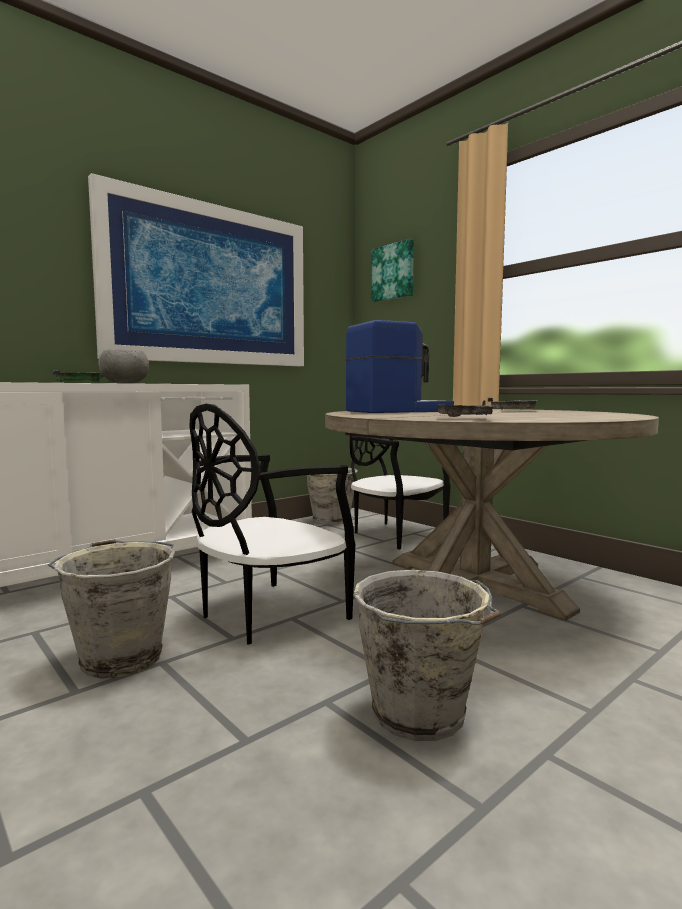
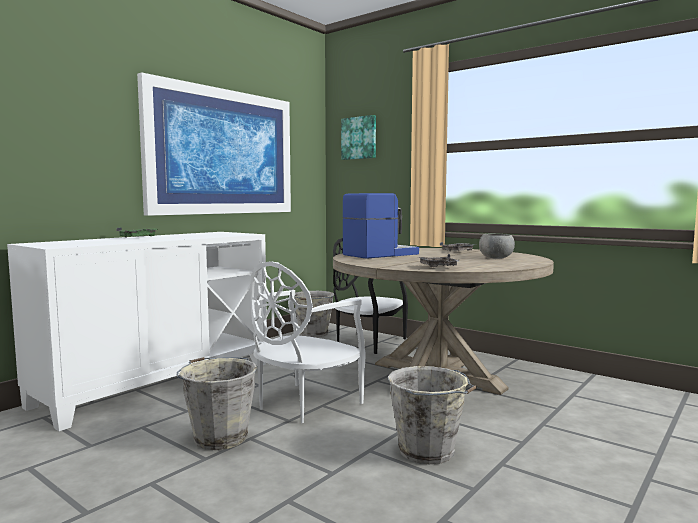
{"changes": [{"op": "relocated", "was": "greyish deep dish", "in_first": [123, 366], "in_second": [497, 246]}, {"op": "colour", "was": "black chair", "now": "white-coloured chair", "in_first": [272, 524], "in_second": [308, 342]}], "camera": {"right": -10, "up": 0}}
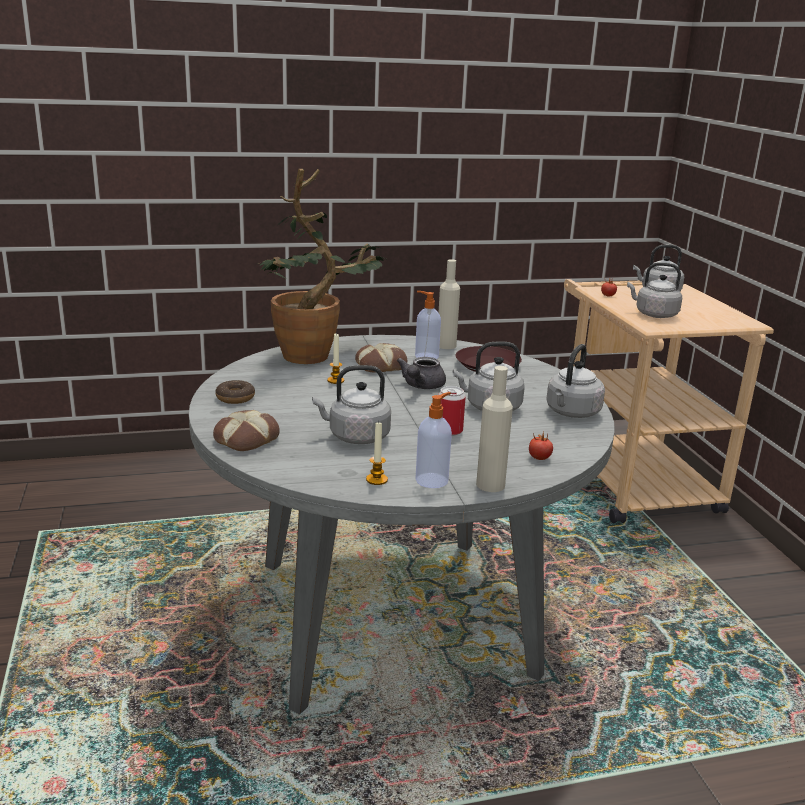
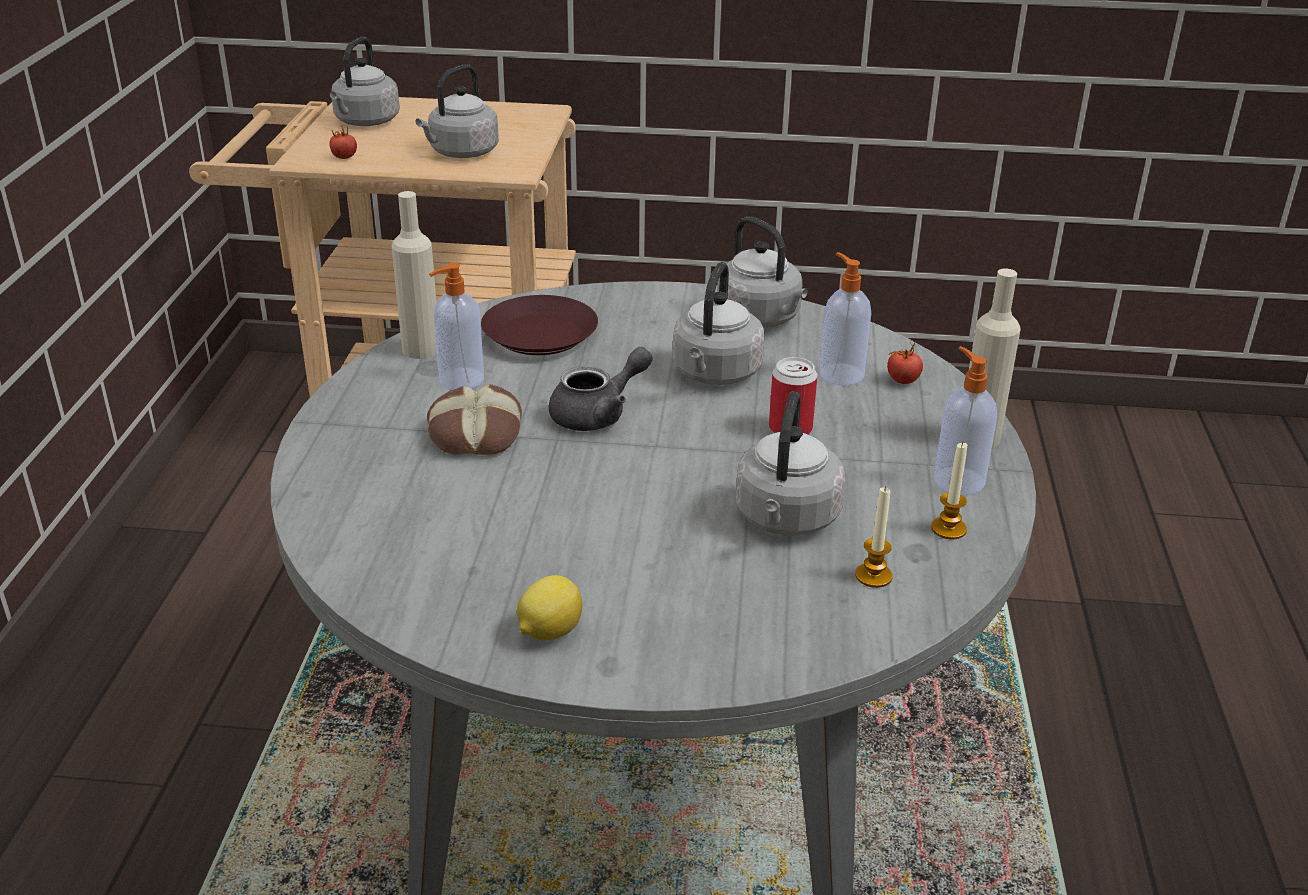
{"changes": [{"op": "missing", "was": "baked bread", "in_first": [246, 430]}, {"op": "missing", "was": "houseplant", "in_first": [323, 266]}, {"op": "appeared", "now": "soap bottle", "in_second": [845, 318]}, {"op": "relocated", "was": "wax candle", "in_first": [335, 358], "in_second": [874, 537]}, {"op": "exchanged", "was": "donut", "now": "whole lemon", "in_first": [235, 392], "in_second": [549, 608]}, {"op": "spun", "was": "greyish pot for tea", "in_first": [421, 373], "in_second": [601, 389], "clockwise": -75}], "camera": {"right": -70, "up": 10}}
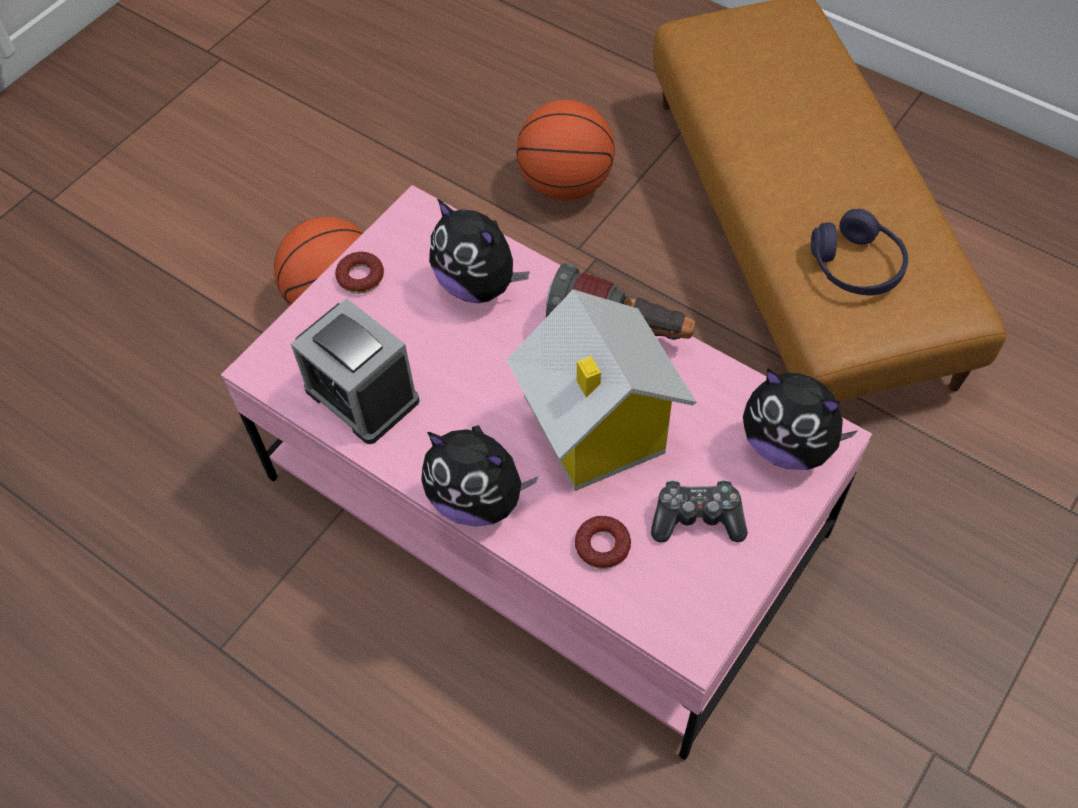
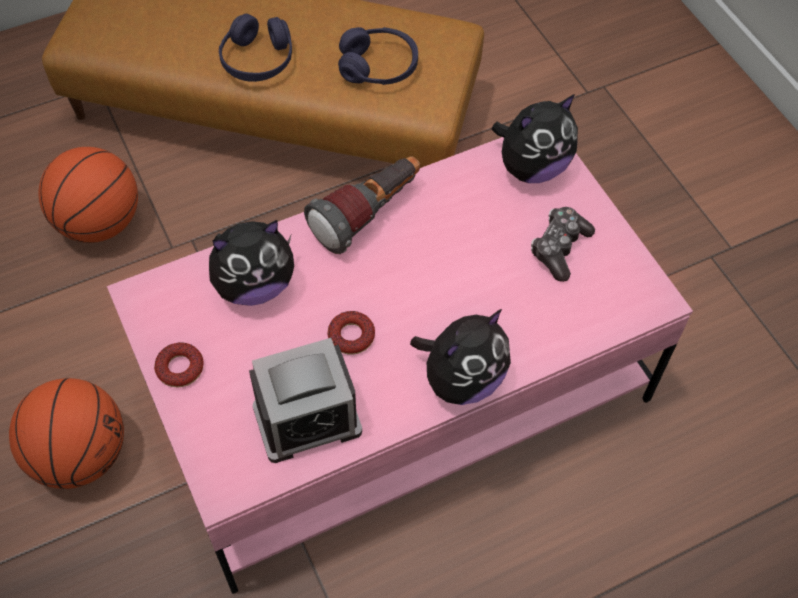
{"changes": [{"op": "missing", "was": "toy house", "in_first": [601, 390]}, {"op": "appeared", "now": "purple-coloured headset", "in_second": [255, 48]}, {"op": "relocated", "was": "donut", "in_first": [603, 542], "in_second": [351, 333]}], "camera": {"right": -65, "up": 0}}
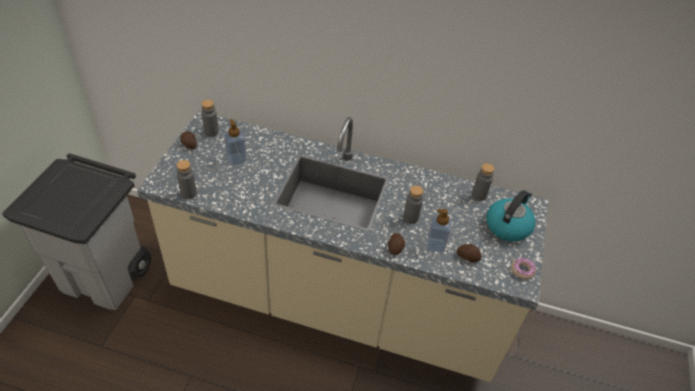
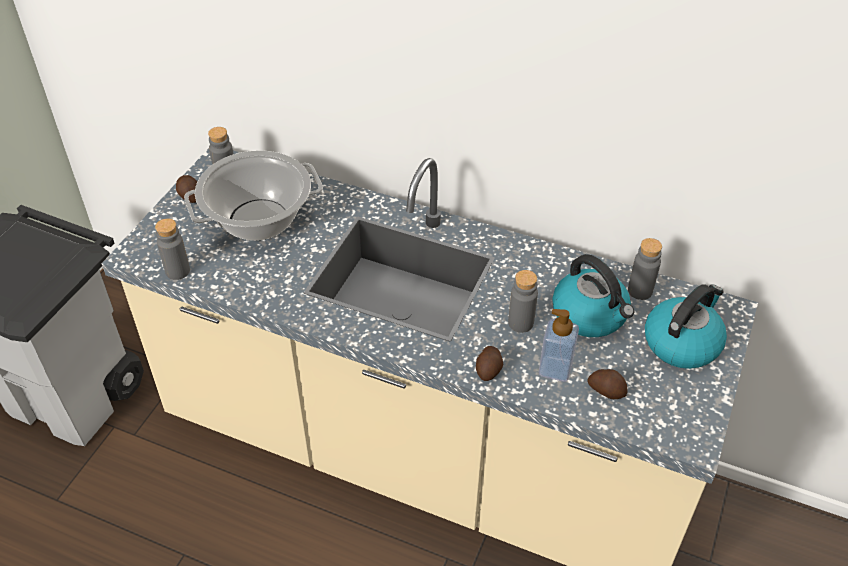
{"changes": [{"op": "missing", "was": "donut", "in_first": [523, 268]}, {"op": "appeared", "now": "water kettle", "in_second": [593, 295]}, {"op": "exchanged", "was": "soap bottle", "now": "saucepot", "in_first": [235, 142], "in_second": [253, 195]}], "camera": {"right": 10, "up": 0}}
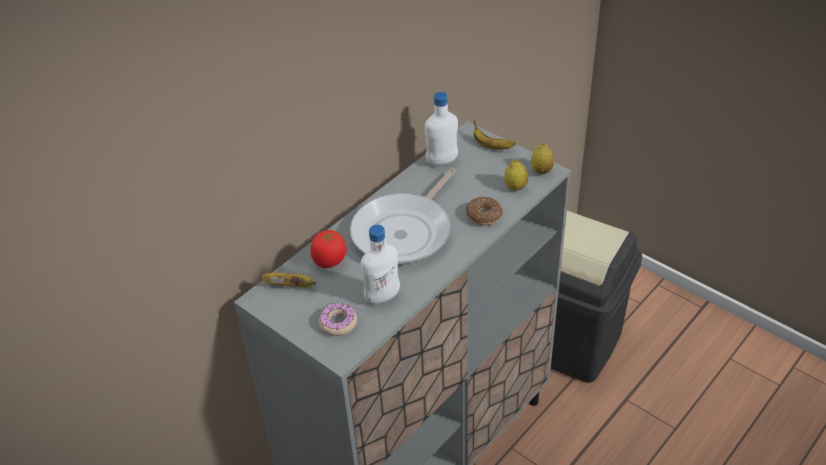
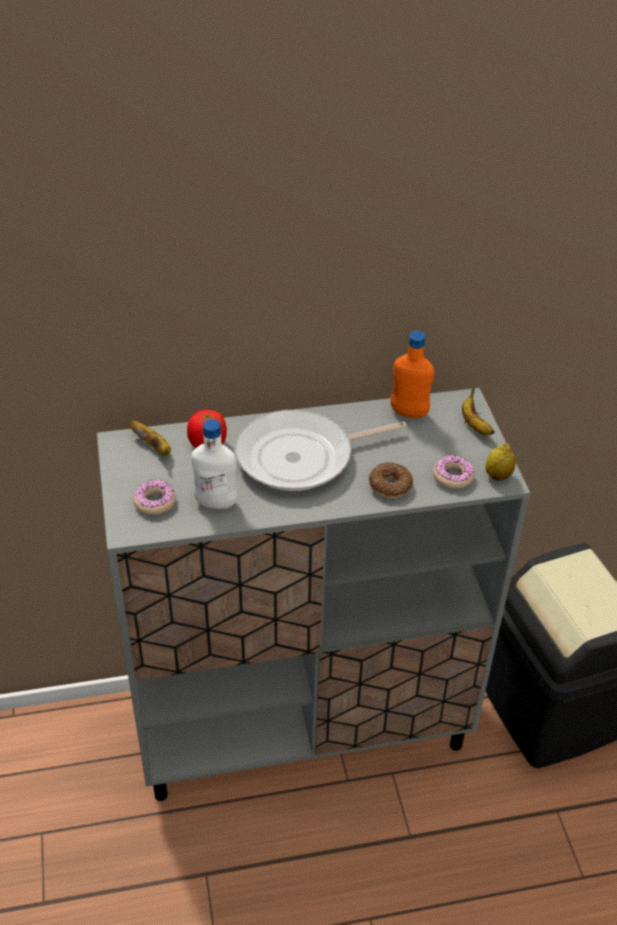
{"changes": [{"op": "exchanged", "was": "whole lemon", "now": "donut", "in_first": [516, 175], "in_second": [453, 472]}, {"op": "colour", "was": "white-coloured drink bottle", "now": "orange-coloured drink bottle", "in_first": [441, 129], "in_second": [412, 374]}], "camera": {"right": 35, "up": 0}}
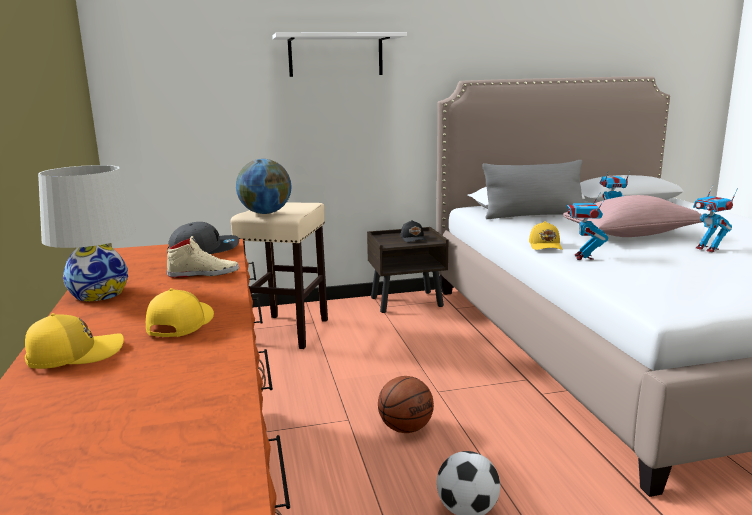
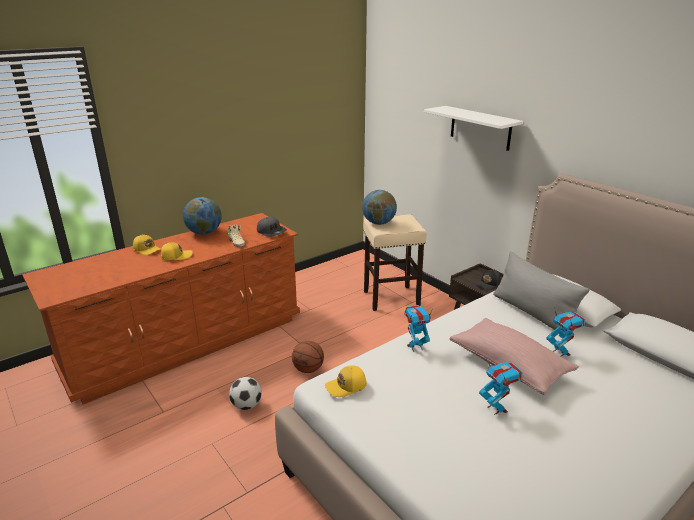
{"changes": [{"op": "relocated", "was": "yellow-coloured baseball cap", "in_first": [545, 235], "in_second": [346, 381]}, {"op": "exchanged", "was": "white-coloured lamp for a table", "now": "world globe", "in_first": [87, 233], "in_second": [202, 216]}, {"op": "spun", "was": "model robot", "in_first": [715, 218], "in_second": [501, 386], "clockwise": 120}], "camera": {"right": 65, "up": 10}}
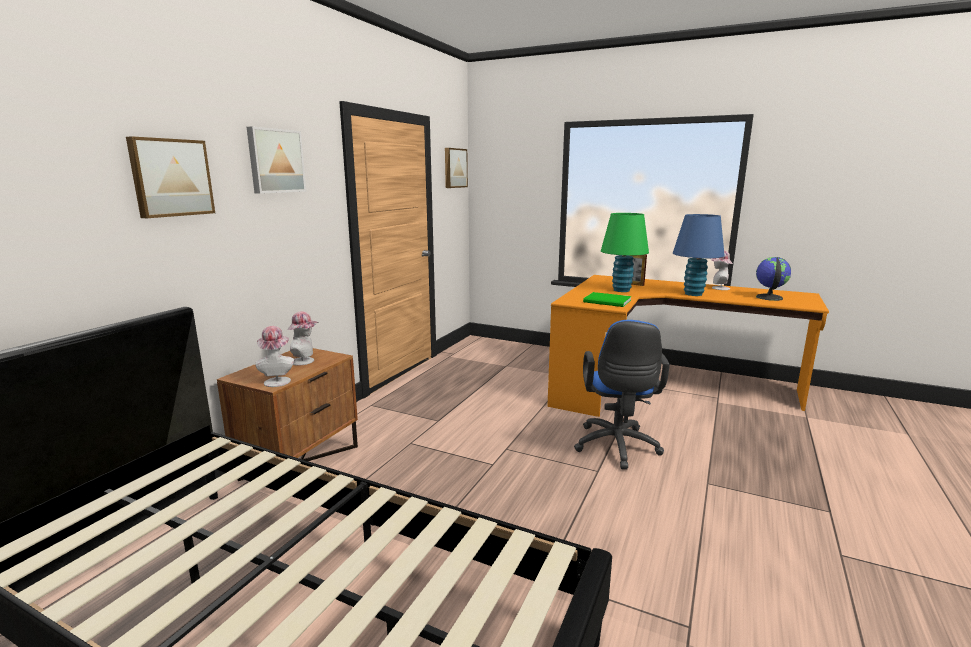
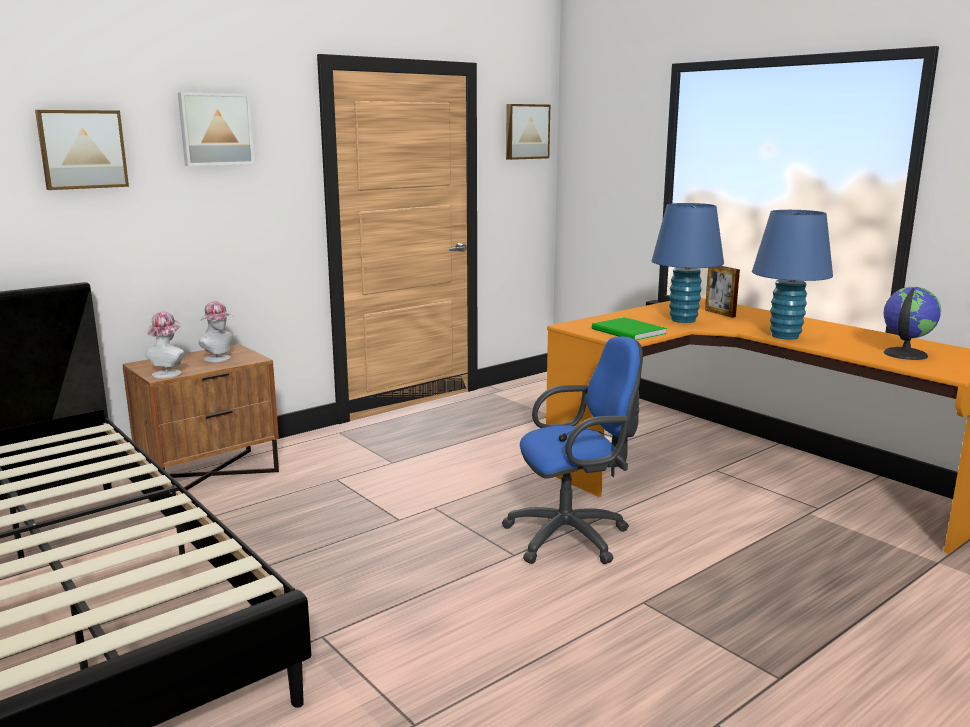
{"changes": [{"op": "missing", "was": "hat", "in_first": [721, 270]}, {"op": "colour", "was": "green-coloured lamp for a table", "now": "blue-coloured lamp for a table", "in_first": [625, 252], "in_second": [688, 263]}, {"op": "spun", "was": "blue-coloured desk chair", "in_first": [622, 395], "in_second": [572, 450], "clockwise": -135}], "camera": {"right": 25, "up": 0}}
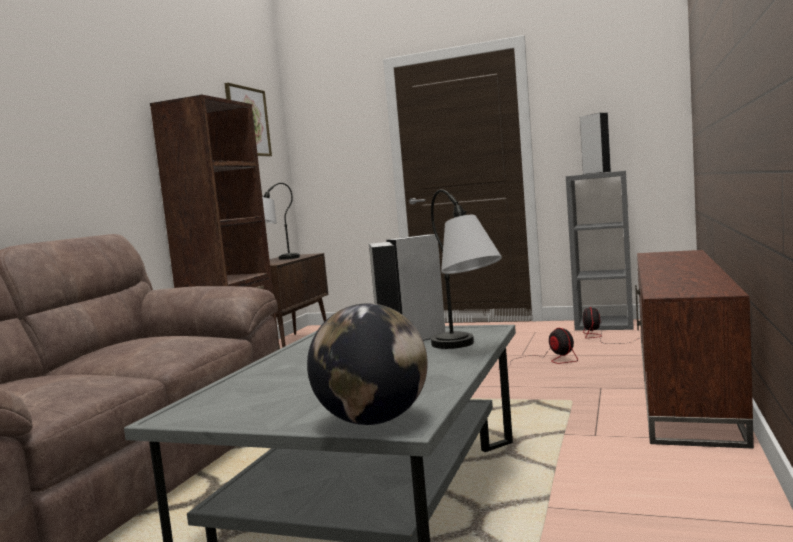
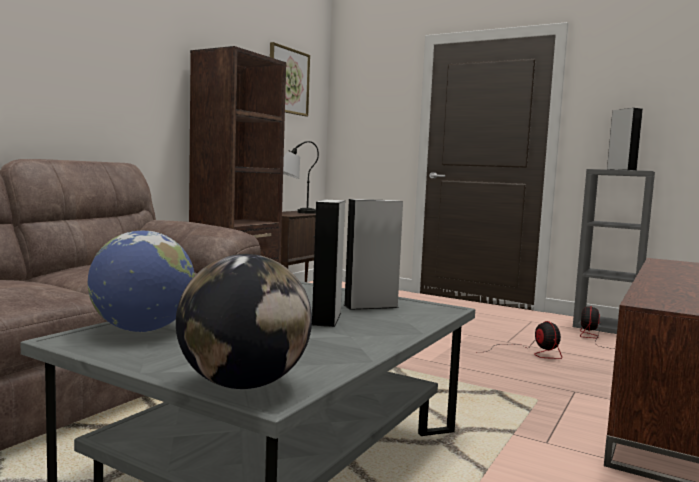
{"changes": [{"op": "missing", "was": "lamp for a table", "in_first": [466, 269]}, {"op": "appeared", "now": "world globe", "in_second": [141, 281]}], "camera": {"right": 10, "up": 0}}
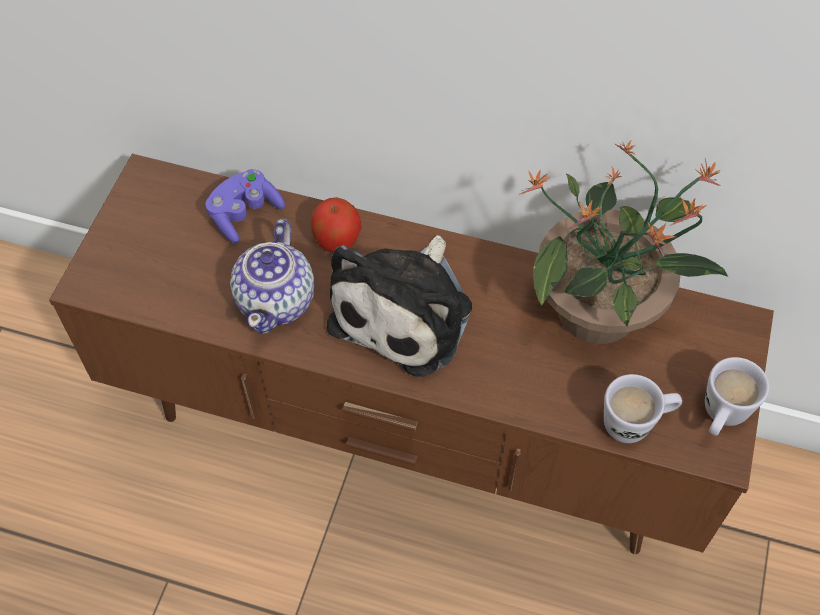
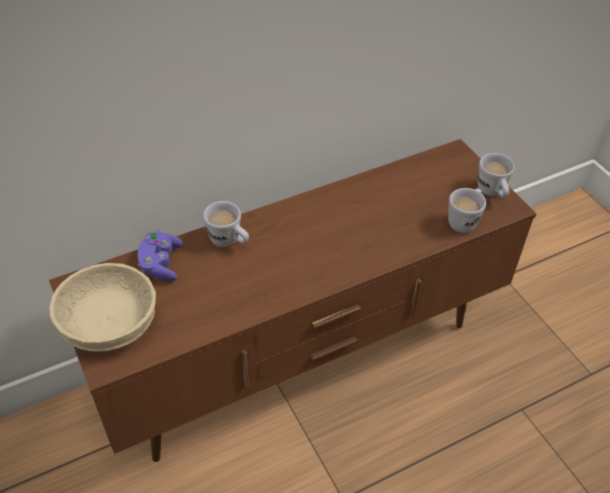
{"changes": [{"op": "missing", "was": "pot for tea", "in_first": [272, 276]}, {"op": "missing", "was": "plush toy", "in_first": [399, 306]}, {"op": "missing", "was": "houseplant", "in_first": [623, 242]}, {"op": "appeared", "now": "sand-coloured deep dish", "in_second": [102, 307]}, {"op": "exchanged", "was": "whole apple", "now": "white-coloured tea mug", "in_first": [336, 225], "in_second": [226, 224]}], "camera": {"right": -45, "up": -10}}
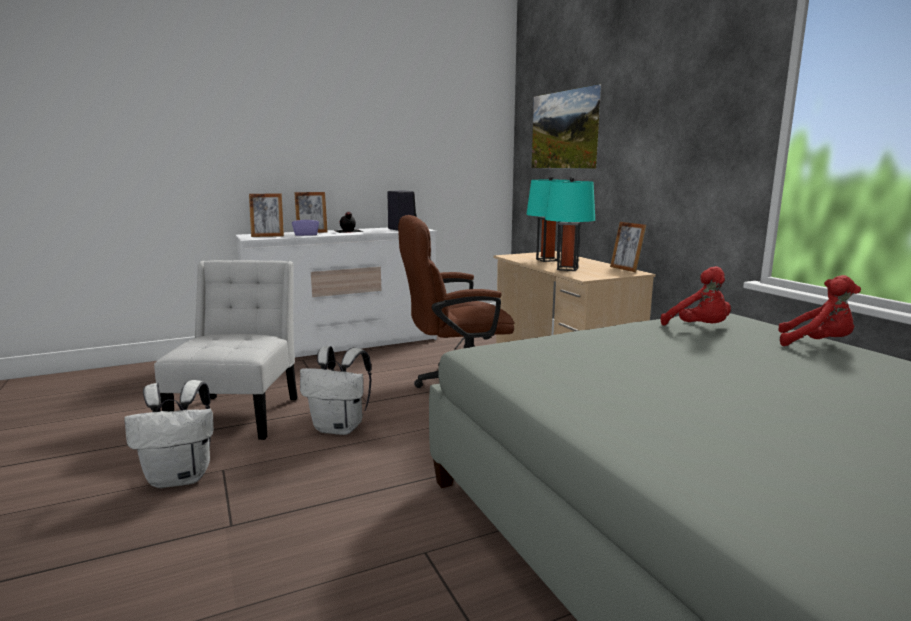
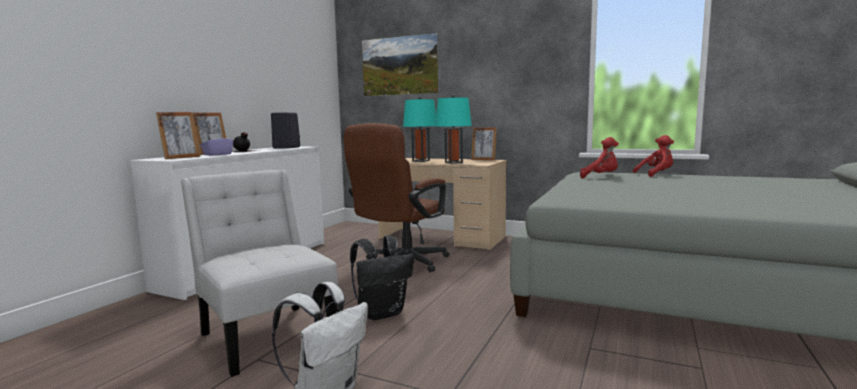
{"changes": [{"op": "colour", "was": "white-coloured knapsack", "now": "black knapsack", "in_first": [335, 390], "in_second": [382, 277]}], "camera": {"right": -40, "up": -5}}
